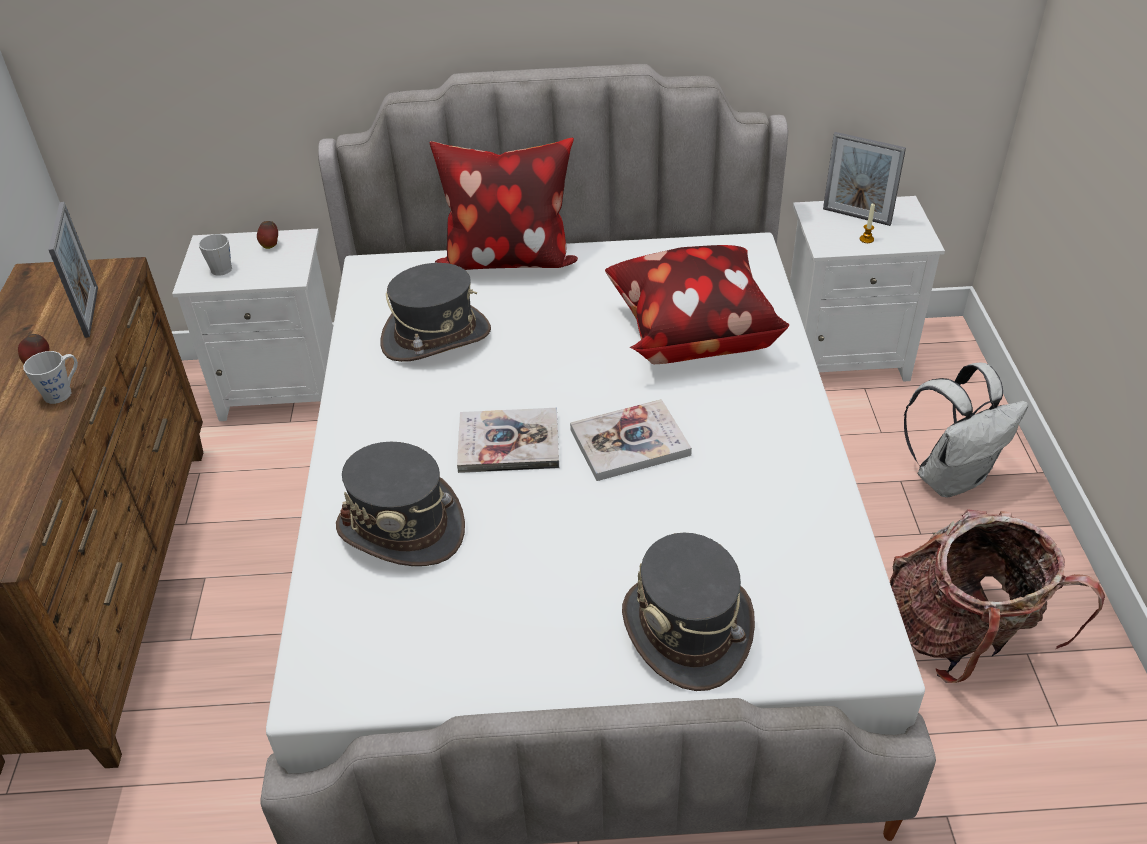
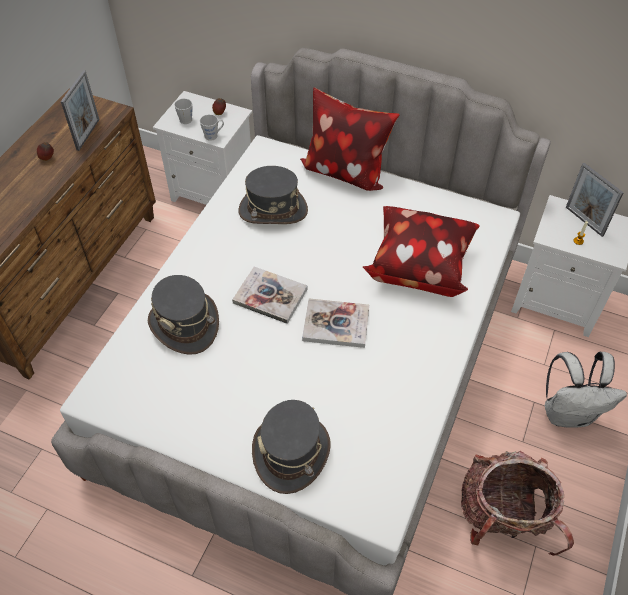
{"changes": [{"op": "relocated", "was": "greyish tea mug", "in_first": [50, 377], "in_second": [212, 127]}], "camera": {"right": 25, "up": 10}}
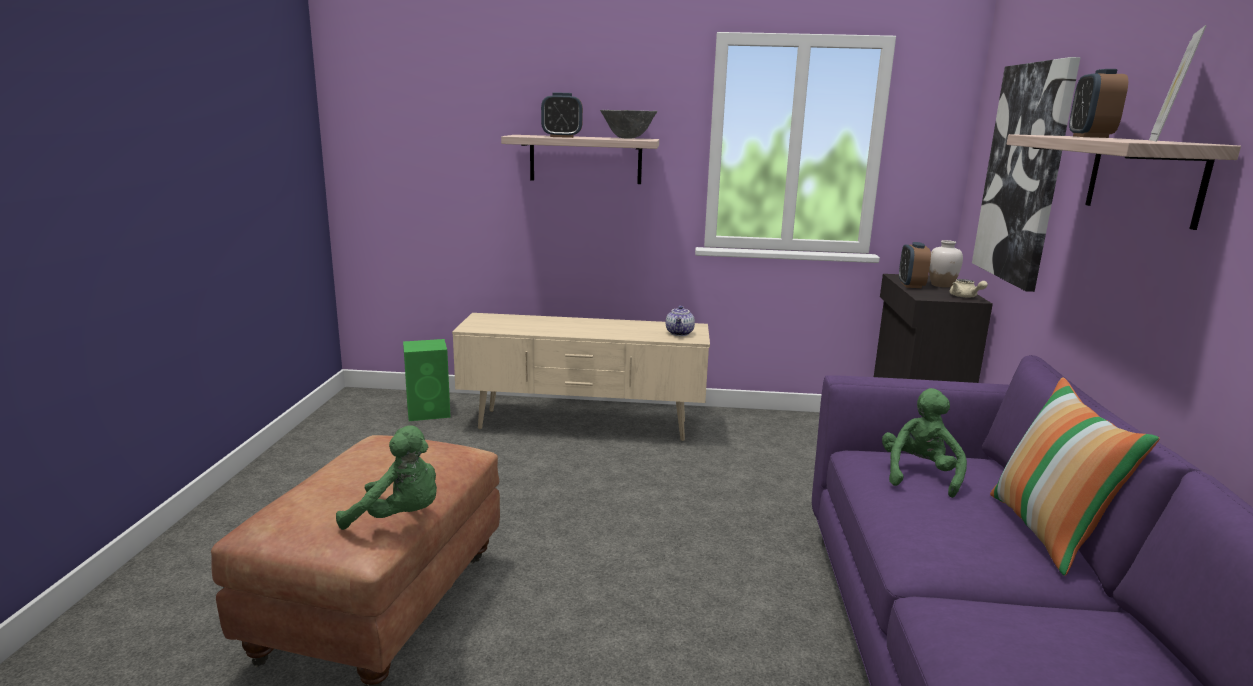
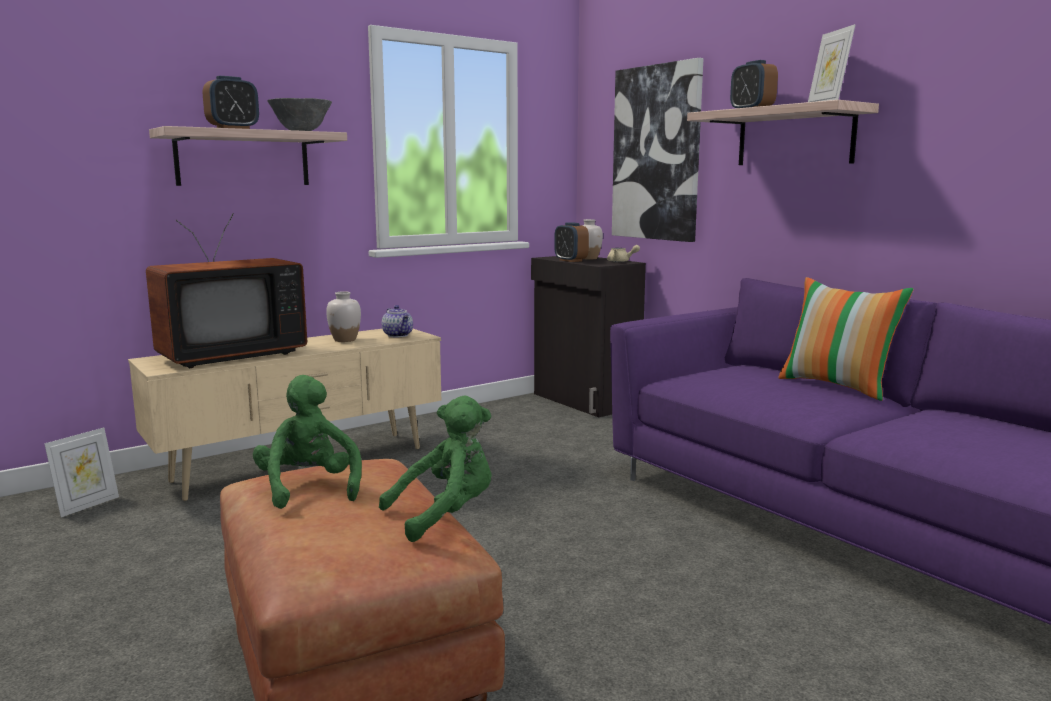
{"changes": [{"op": "appeared", "now": "TV set", "in_second": [226, 290]}, {"op": "appeared", "now": "white-coloured flower vase", "in_second": [343, 316]}, {"op": "relocated", "was": "green-coloured plush toy", "in_first": [924, 443], "in_second": [307, 442]}, {"op": "exchanged", "was": "green-coloured speaker", "now": "photo frame", "in_first": [427, 380], "in_second": [81, 472]}], "camera": {"right": -40, "up": -5}}
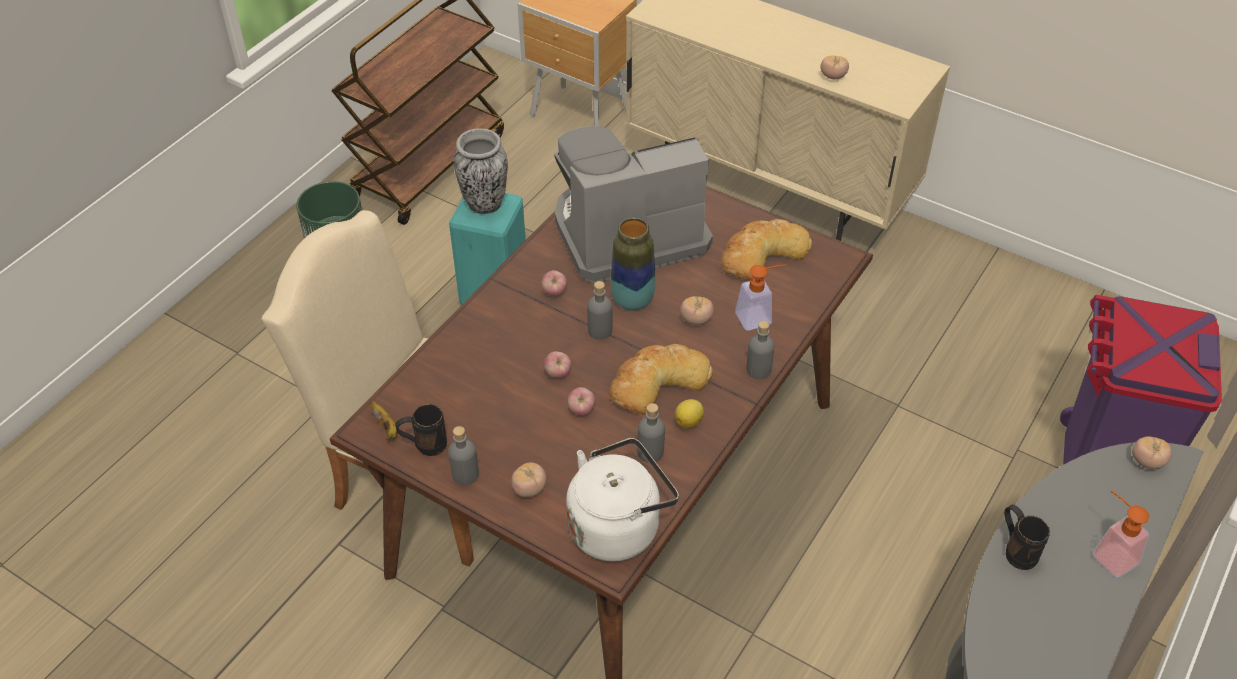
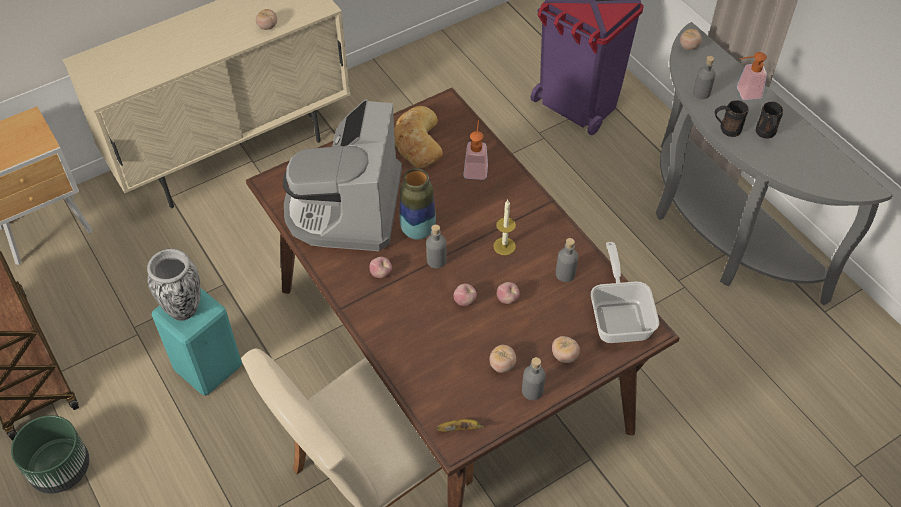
{"changes": [{"op": "missing", "was": "whole lemon", "in_first": [689, 414]}, {"op": "relocated", "was": "black tea mug", "in_first": [421, 430], "in_second": [769, 120]}, {"op": "relocated", "was": "fresh tomato", "in_first": [697, 310], "in_second": [502, 359]}, {"op": "relocated", "was": "greyish drink bottle", "in_first": [761, 350], "in_second": [704, 77]}, {"op": "exchanged", "was": "white-coloured water kettle", "now": "frying pan", "in_first": [622, 499], "in_second": [625, 292]}, {"op": "exchanged", "was": "baked bread", "now": "wax candle", "in_first": [661, 379], "in_second": [504, 227]}], "camera": {"right": -65, "up": 5}}
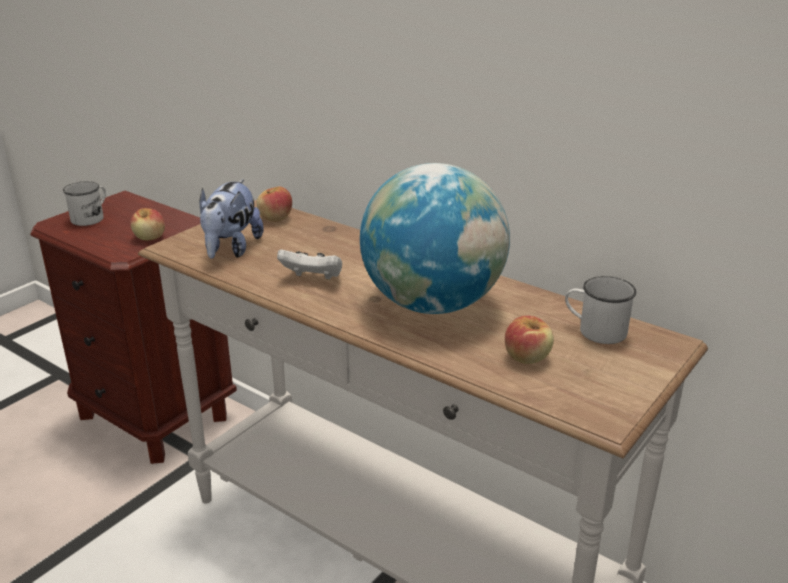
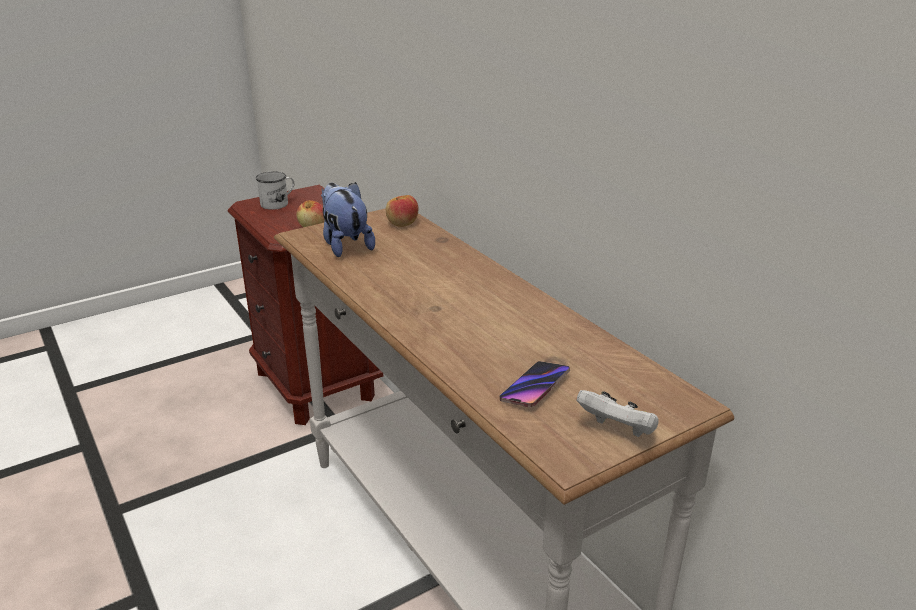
{"changes": [{"op": "missing", "was": "world globe", "in_first": [435, 238]}, {"op": "missing", "was": "white-coloured tea mug", "in_first": [600, 310]}, {"op": "relocated", "was": "white-coloured game controller", "in_first": [309, 264], "in_second": [618, 414]}, {"op": "exchanged", "was": "whole apple", "now": "telephone", "in_first": [529, 340], "in_second": [535, 384]}, {"op": "spun", "was": "plush toy", "in_first": [232, 219], "in_second": [348, 219], "clockwise": 120}], "camera": {"right": 20, "up": 0}}
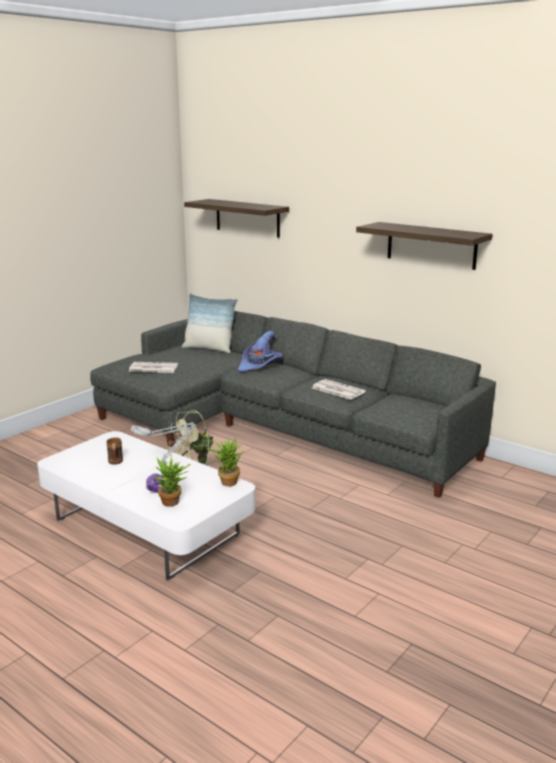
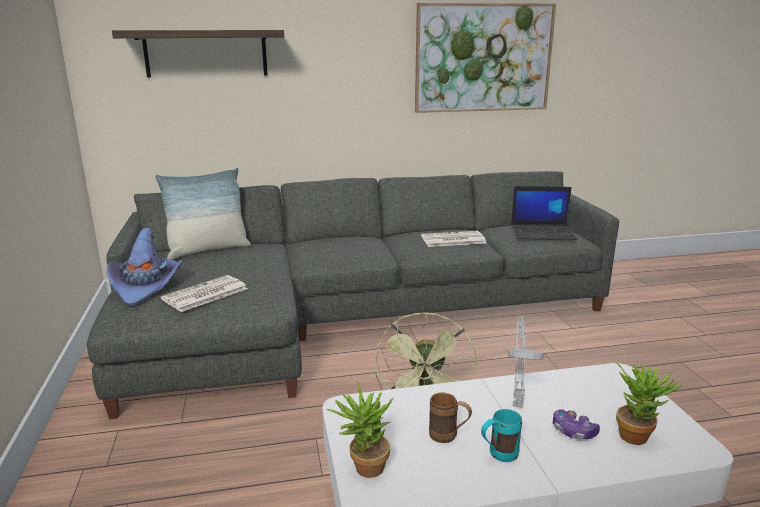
{"changes": [{"op": "appeared", "now": "blue-green tea mug", "in_second": [501, 435]}, {"op": "appeared", "now": "laptop", "in_second": [544, 213]}, {"op": "relocated", "was": "houseplant", "in_first": [225, 461], "in_second": [360, 429]}, {"op": "relocated", "was": "purple-coloured hat", "in_first": [260, 351], "in_second": [145, 267]}, {"op": "exchanged", "was": "bracket shelf", "now": "wall art", "in_first": [424, 246], "in_second": [485, 58]}], "camera": {"right": -50, "up": 0}}
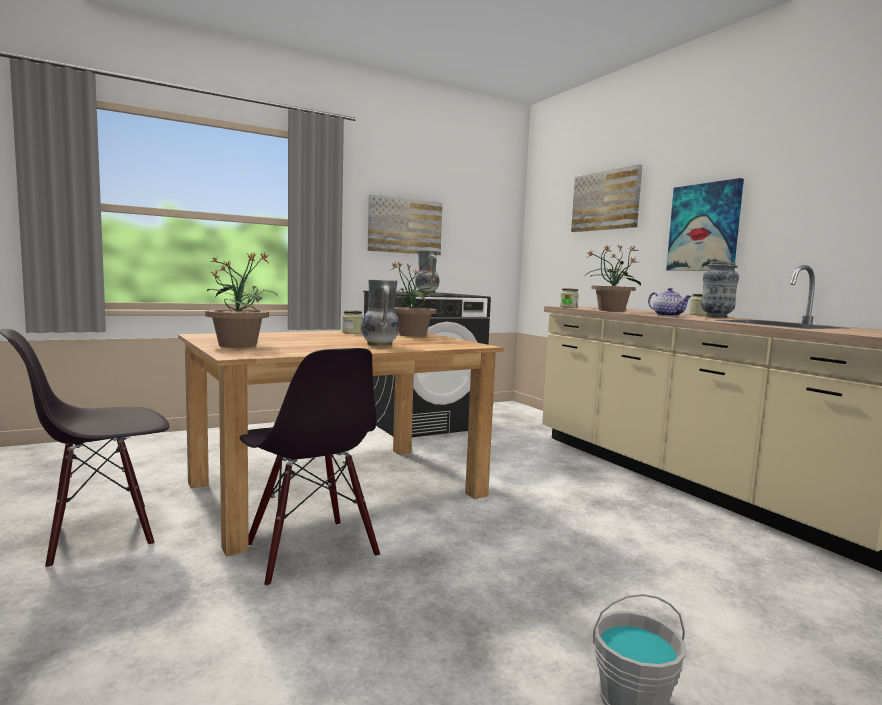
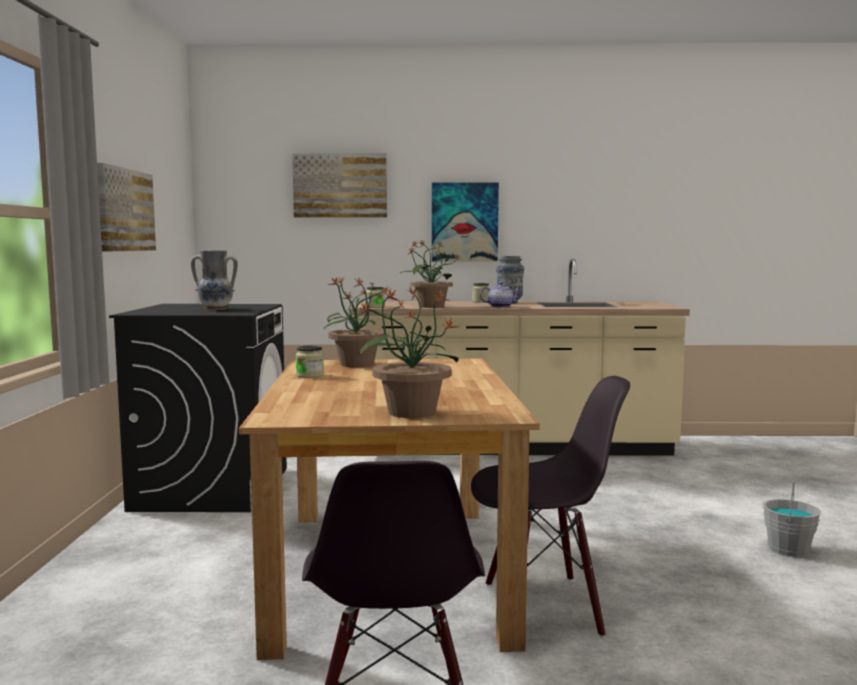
{"changes": [{"op": "missing", "was": "flower vase", "in_first": [380, 313]}], "camera": {"right": -60, "up": 0}}
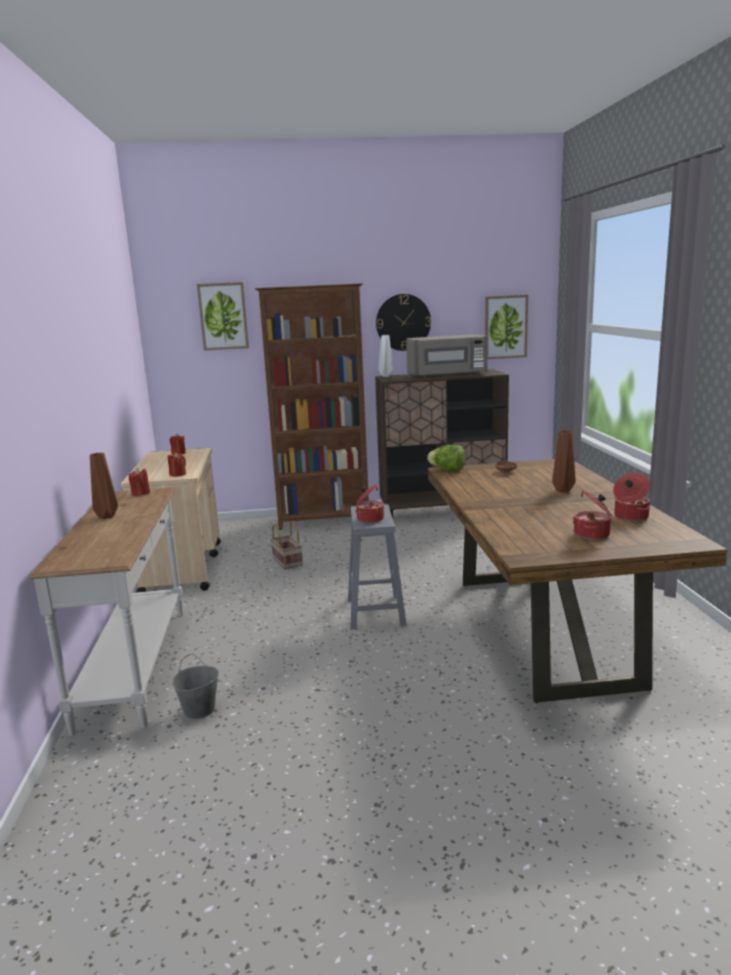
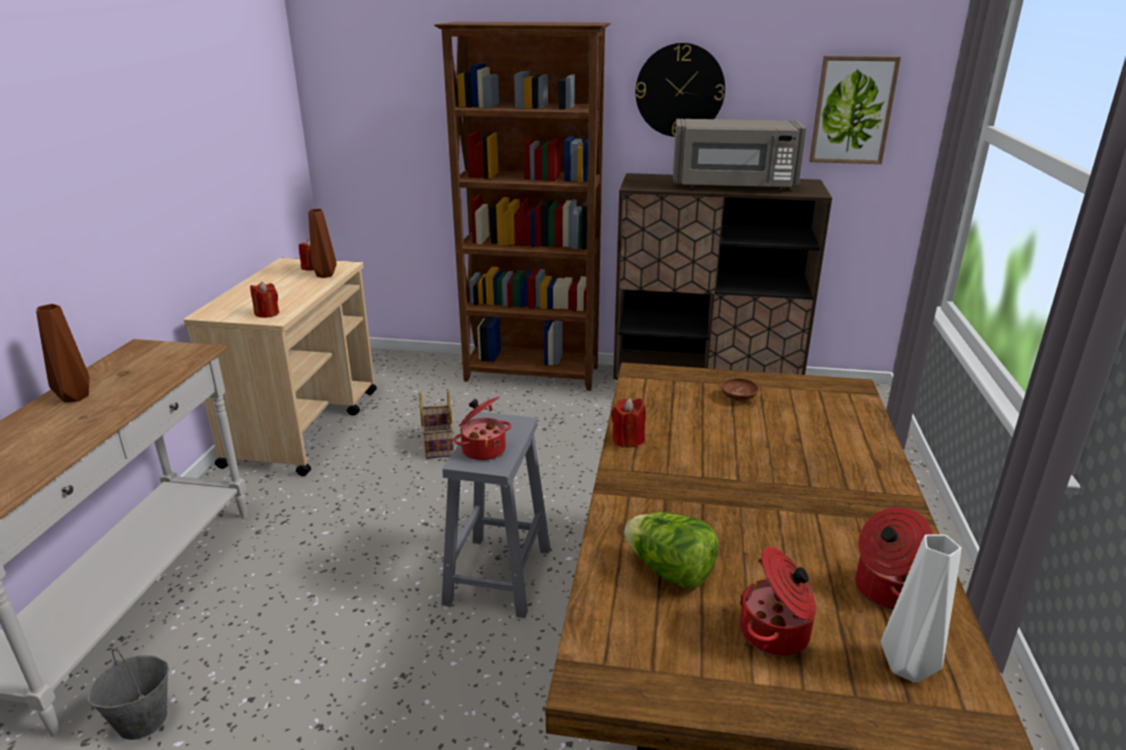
{"changes": [{"op": "missing", "was": "wall art", "in_first": [223, 316]}, {"op": "relocated", "was": "red-coloured wax candle", "in_first": [139, 482], "in_second": [628, 422]}, {"op": "relocated", "was": "white-coloured flower vase", "in_first": [385, 356], "in_second": [921, 608]}, {"op": "relocated", "was": "lettuce head", "in_first": [446, 458], "in_second": [671, 551]}, {"op": "relocated", "was": "brownish flower vase", "in_first": [564, 461], "in_second": [322, 243]}], "camera": {"right": 15, "up": 10}}
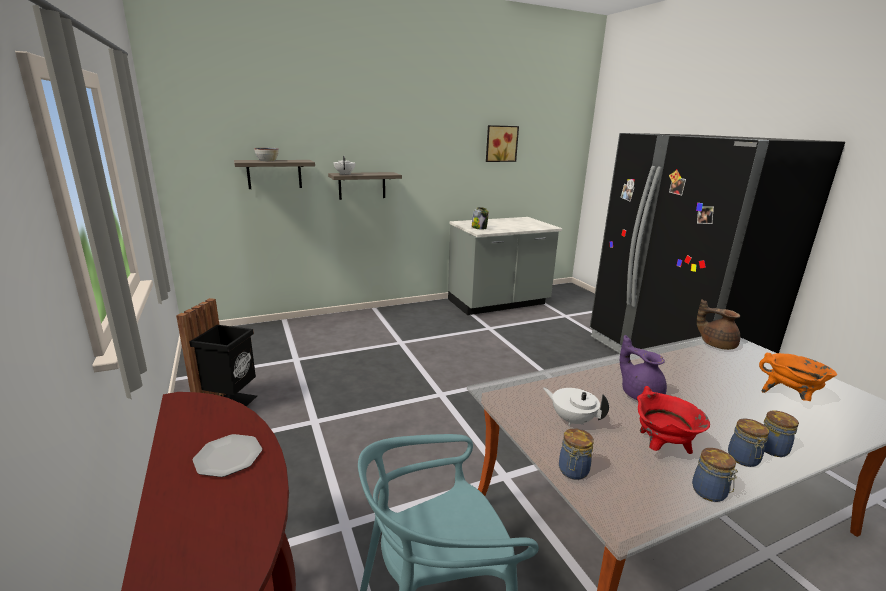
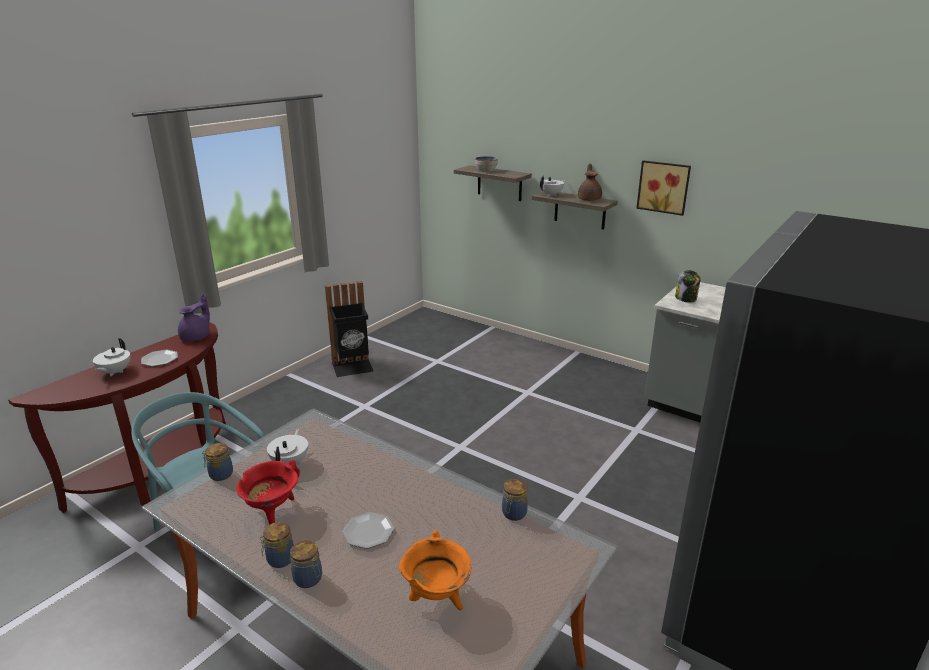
{"changes": [{"op": "appeared", "now": "white-coloured pot for tea", "in_second": [111, 357]}, {"op": "appeared", "now": "dinner plate", "in_second": [368, 530]}, {"op": "relocated", "was": "wall art", "in_first": [502, 143], "in_second": [663, 188]}, {"op": "relocated", "was": "purple-coloured pot for tea", "in_first": [643, 367], "in_second": [194, 317]}, {"op": "relocated", "was": "storage jar", "in_first": [715, 475], "in_second": [515, 500]}, {"op": "relocated", "was": "brownish pot for tea", "in_first": [718, 324], "in_second": [590, 182]}], "camera": {"right": 60, "up": 5}}
